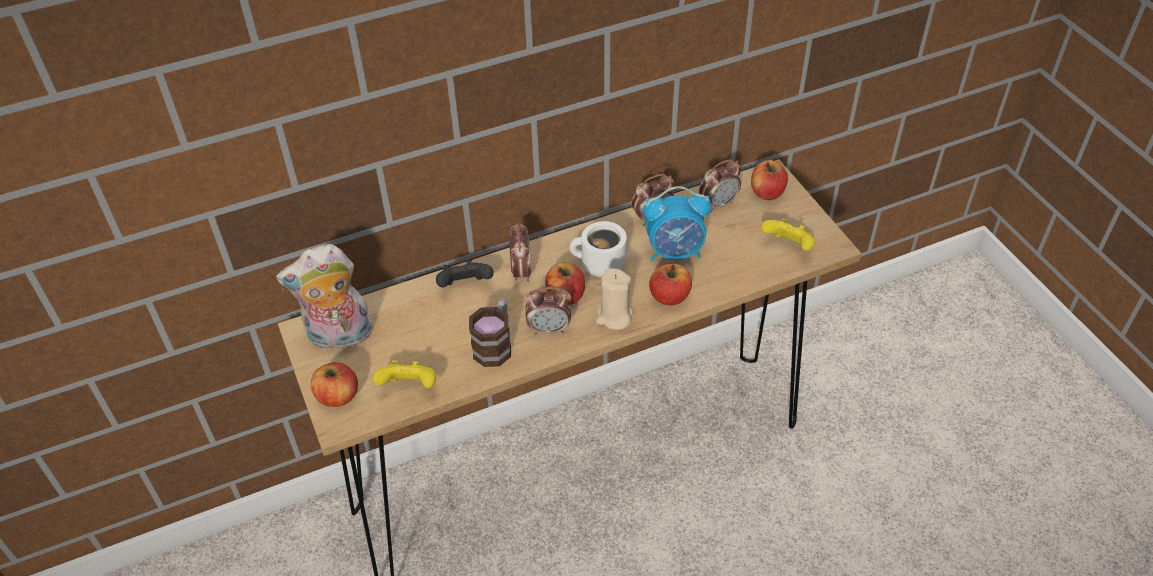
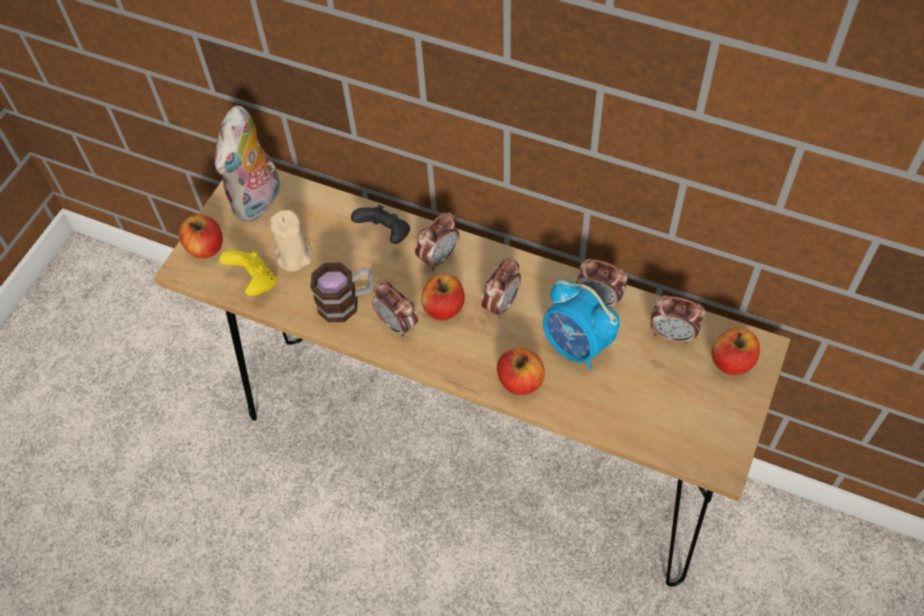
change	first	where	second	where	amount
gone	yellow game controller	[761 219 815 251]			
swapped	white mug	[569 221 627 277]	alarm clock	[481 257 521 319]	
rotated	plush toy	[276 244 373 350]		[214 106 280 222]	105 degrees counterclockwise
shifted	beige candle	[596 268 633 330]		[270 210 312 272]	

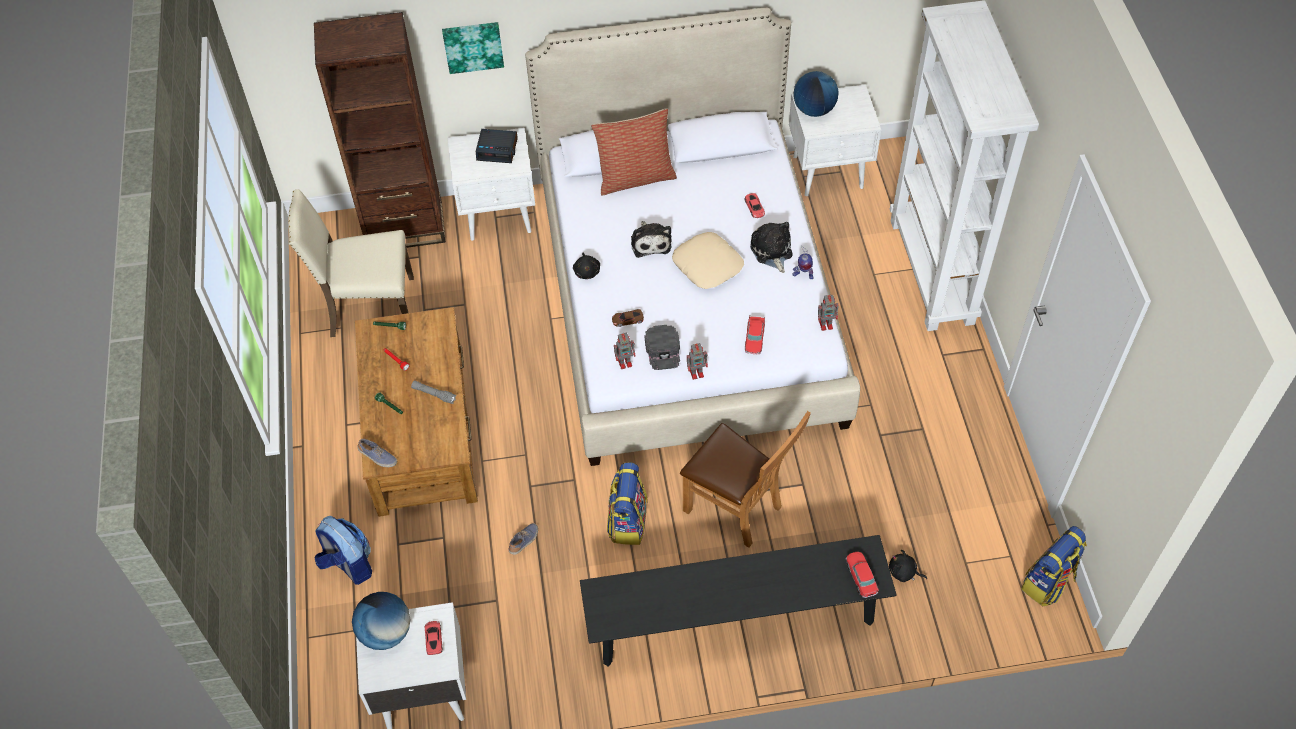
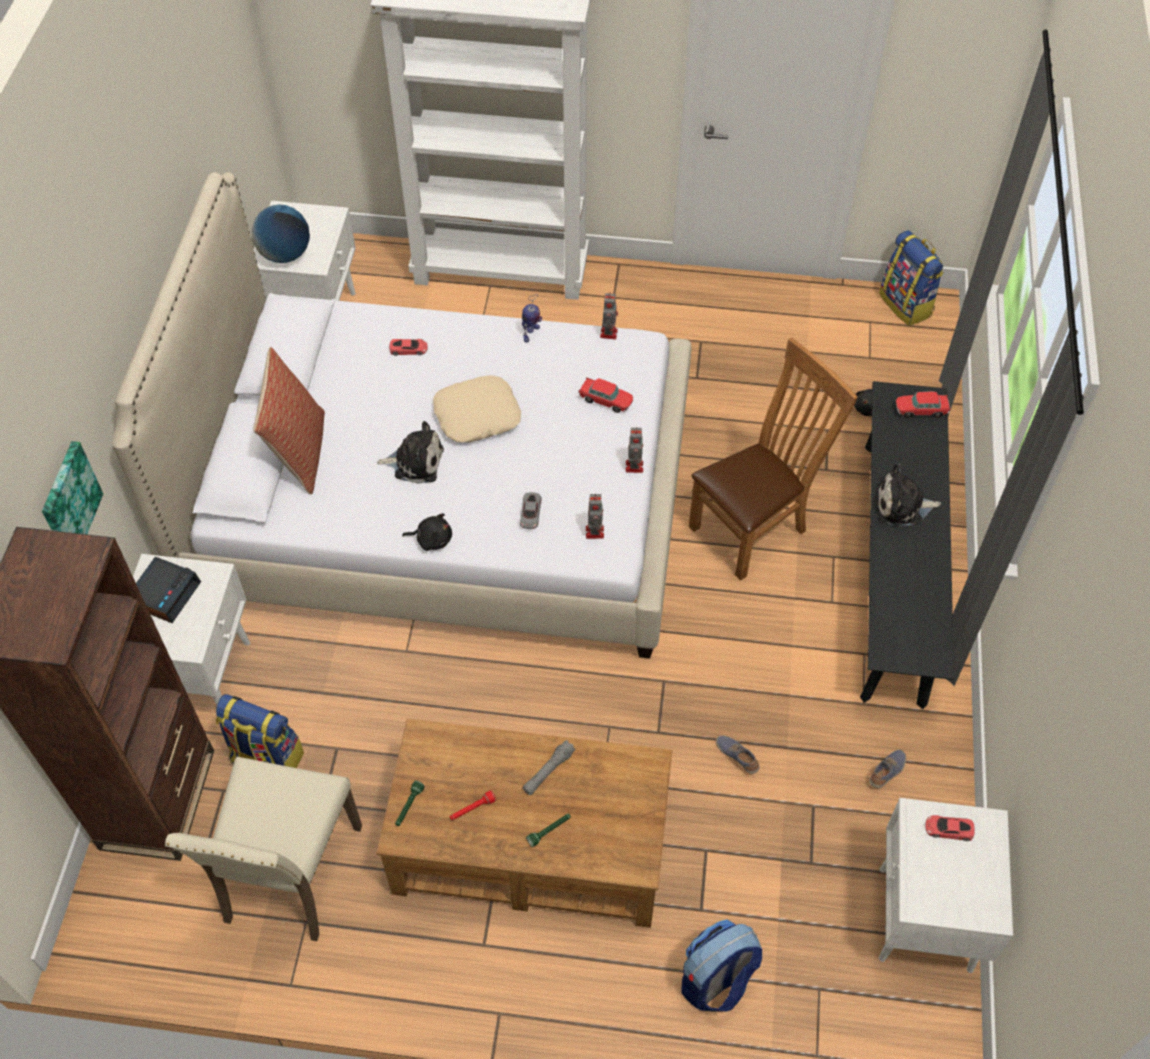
change	first	where	second	where	amount
shifted	plush toy	[750 222 792 273]		[877 463 941 526]	
repainted	brown toy car	[612 309 644 327]	grey toy car	[520 492 541 529]	
gone	black cap	[645 325 680 370]			
shifted	shoe	[357 439 397 467]		[869 750 906 788]	
shifted	backpack	[607 463 647 545]		[216 694 304 768]	
gone	globe	[352 592 410 650]			

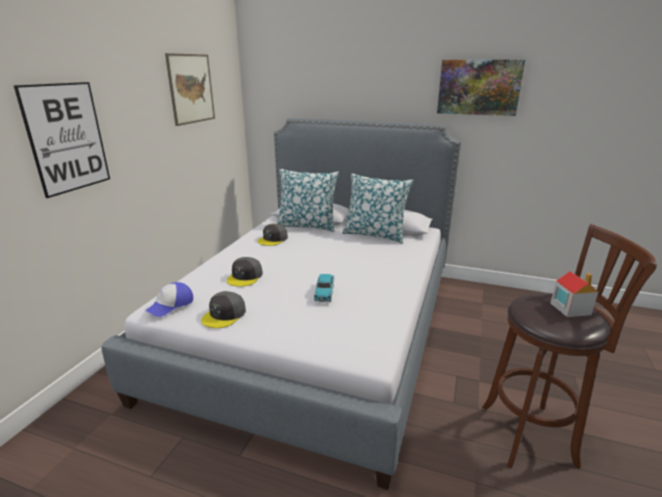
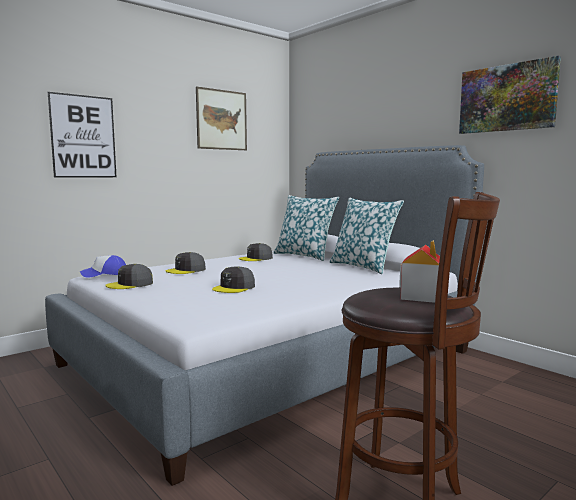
change	first	where	second	where	amount
swapped	turquoise toy car	[314 274 334 302]	grey cap	[212 266 255 293]	

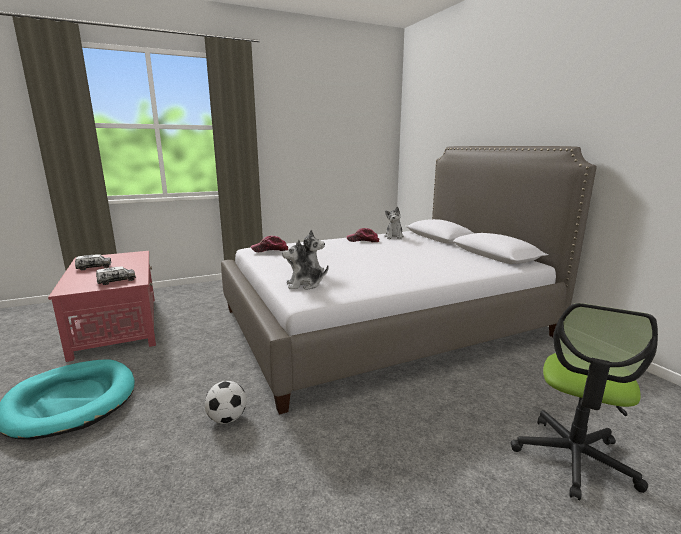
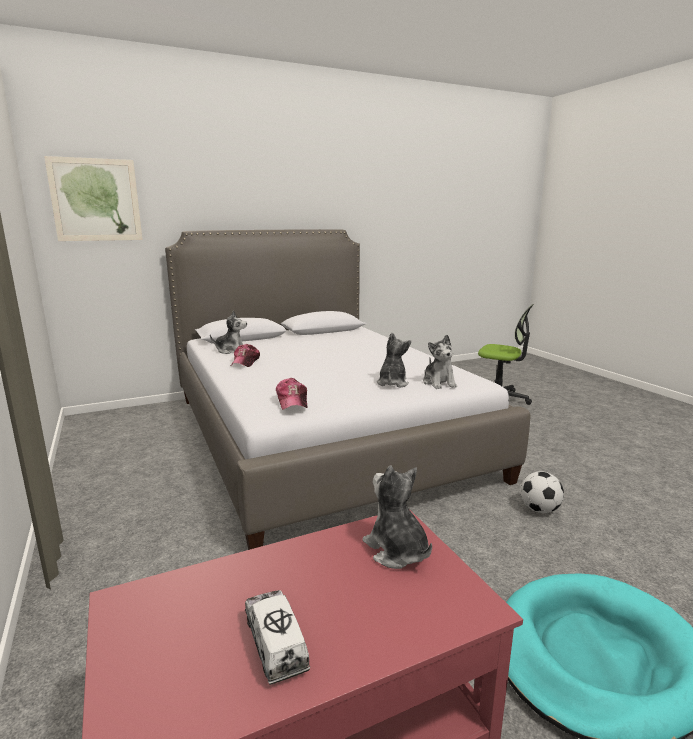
change	first	where	second	where	amount
swapped	toy truck	[96 266 136 285]	plush toy	[362 465 432 569]	
new			picture	[44 156 143 241]	

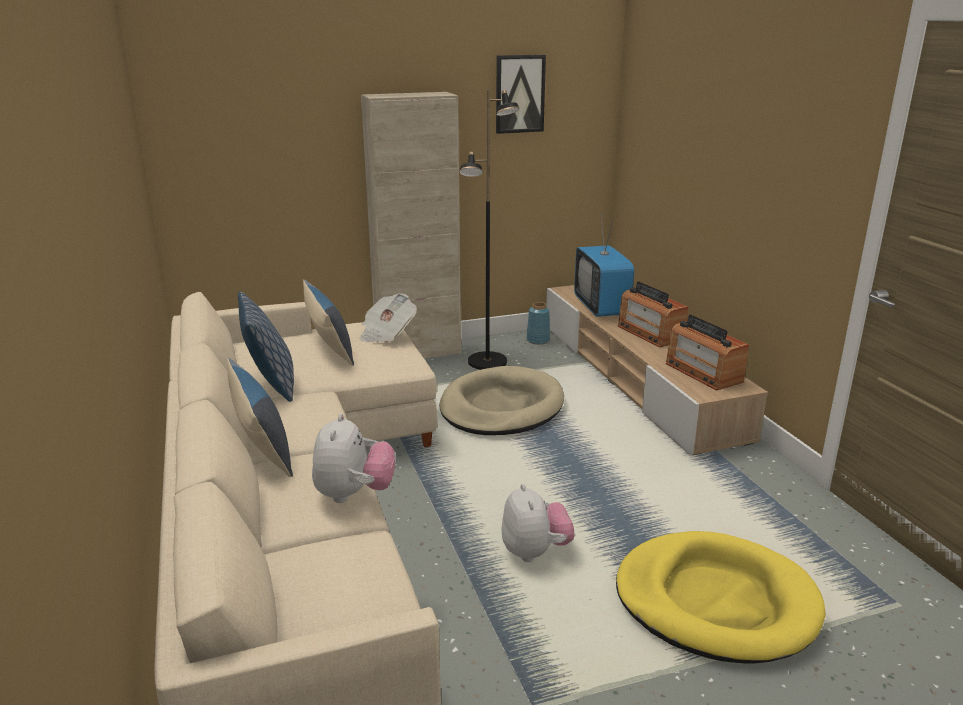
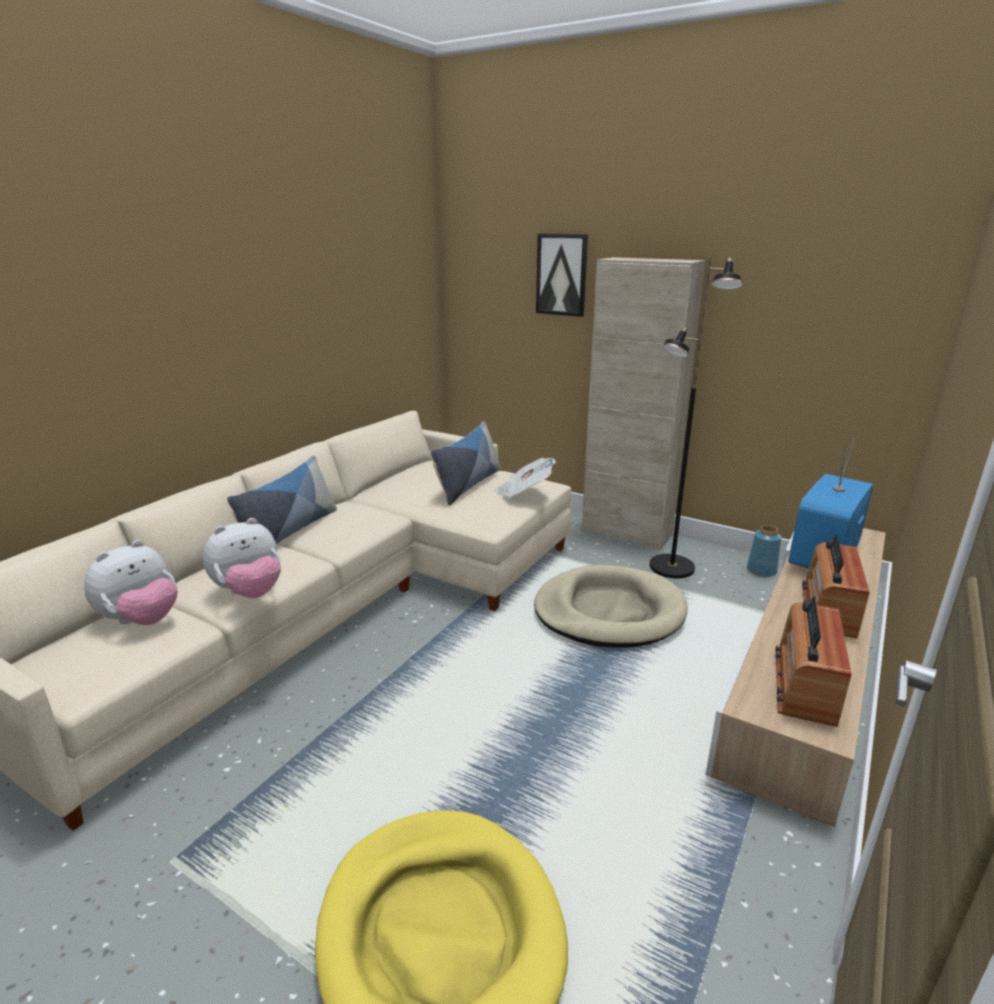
change	first	where	second	where	amount
shifted	picture	[496 55 546 134]		[536 234 588 317]	
gone	pillow	[238 292 294 402]			
shifted	plush toy	[502 484 575 562]		[84 540 178 625]	

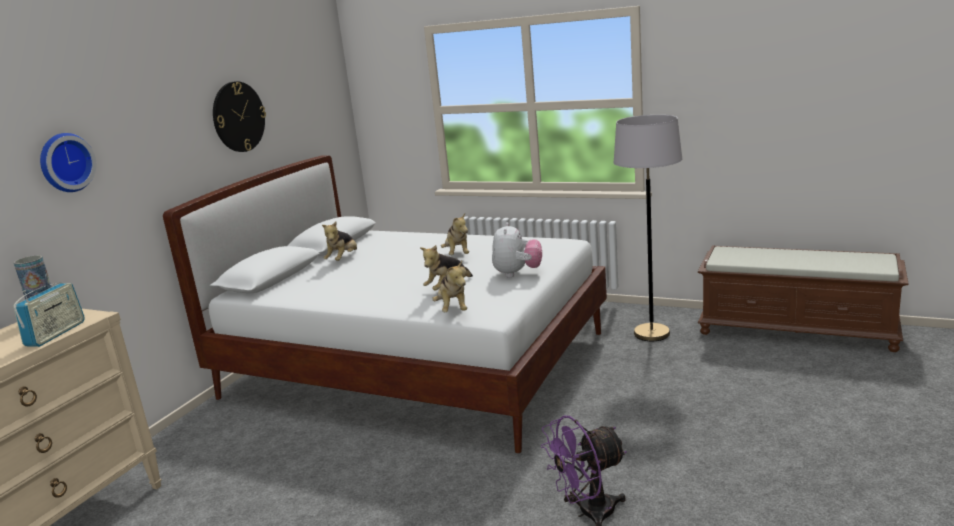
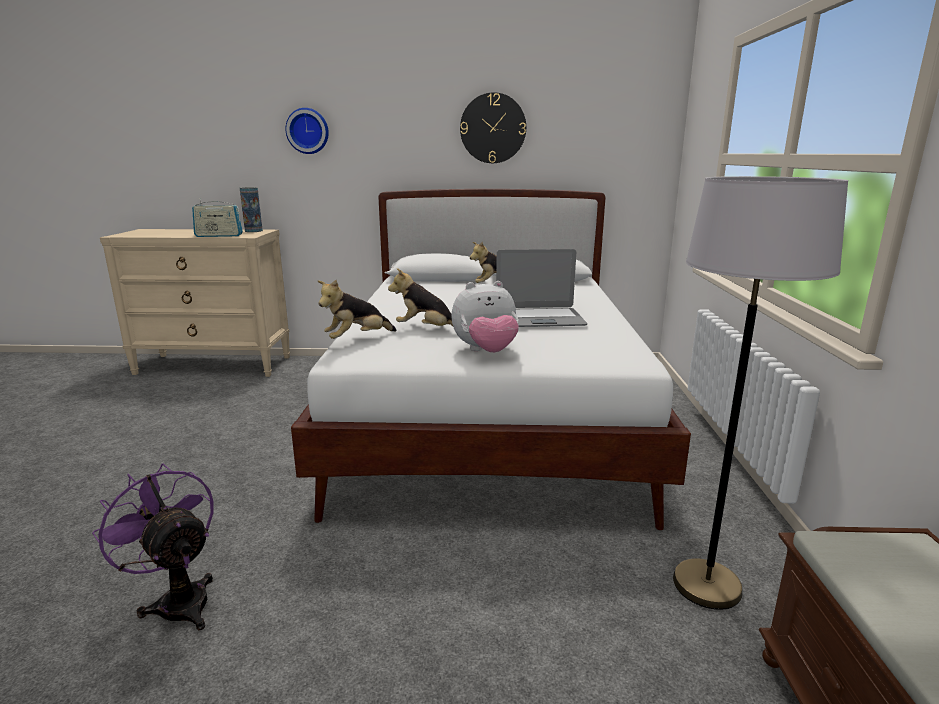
change	first	where	second	where	amount
swapped	plush toy	[441 213 469 255]	laptop	[496 249 587 327]	

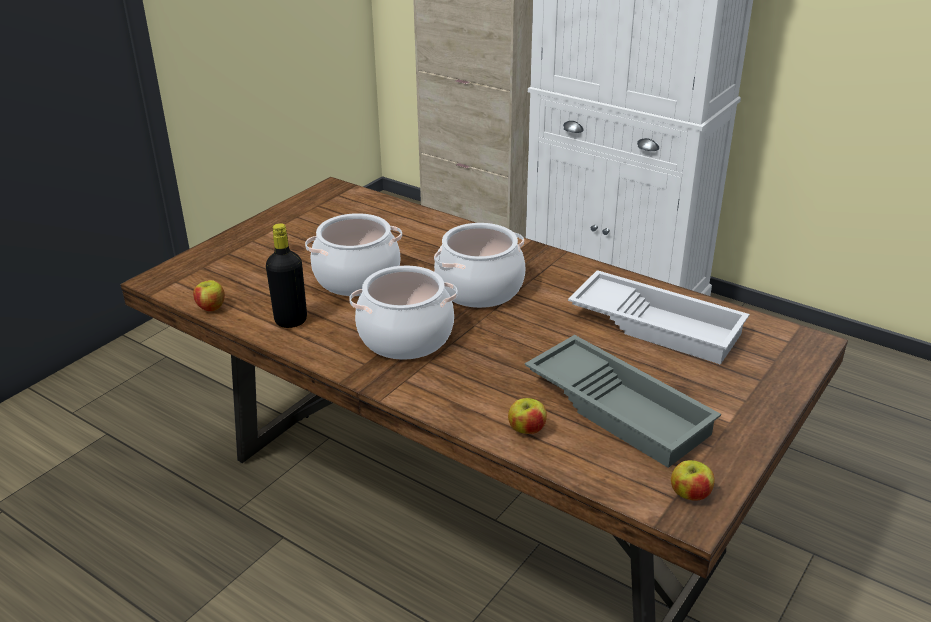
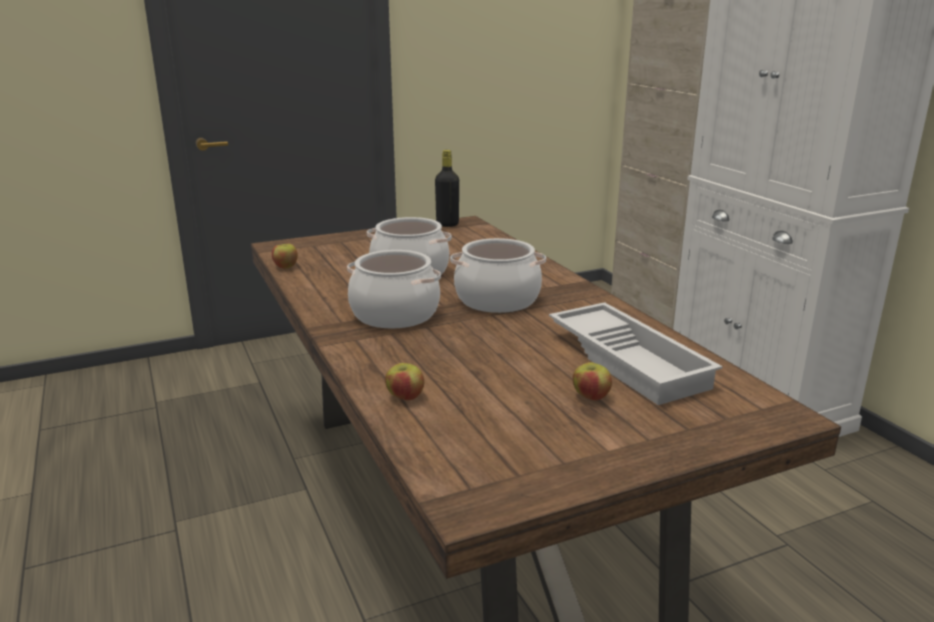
change	first	where	second	where	amount
shifted	black bottle	[266 223 307 328]		[435 150 459 227]	
gone	grey tray	[525 335 721 468]			
shifted	apple	[671 460 715 501]		[573 362 612 400]	

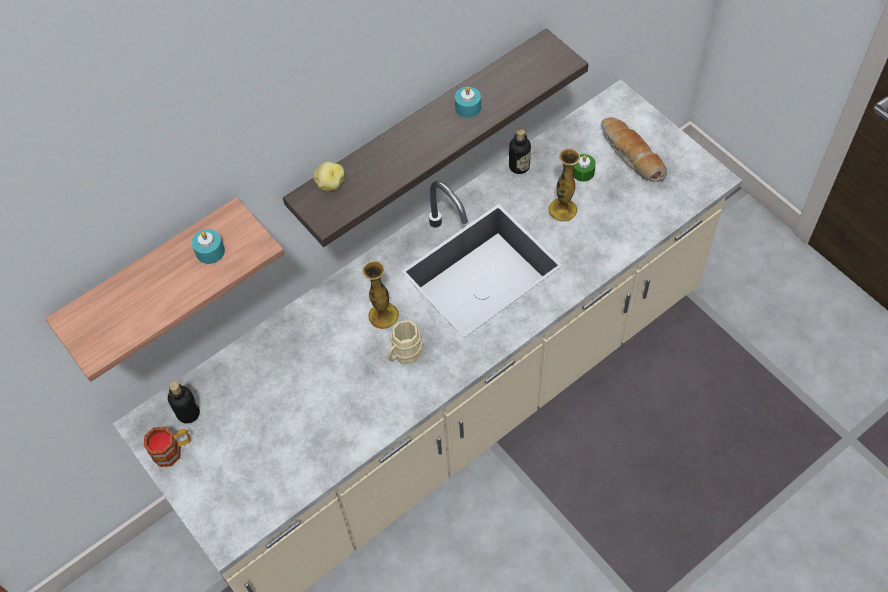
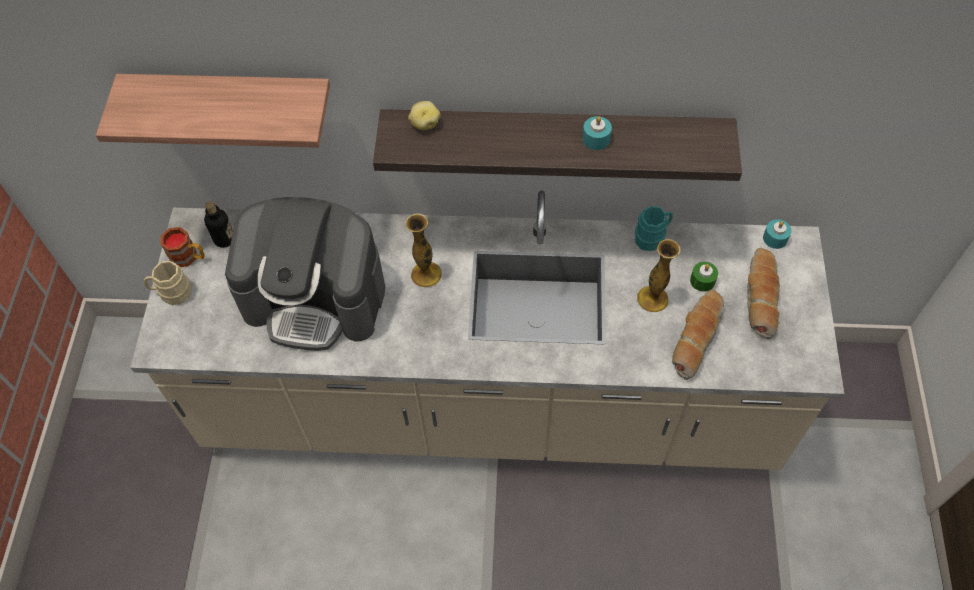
change	first	where	second	where	amount
swapped	bottle	[509 128 531 174]	turquoise mug	[635 206 673 251]	
shifted	turquoise candle	[192 229 225 264]		[763 219 792 249]	
shifted	beige mug	[388 320 423 365]		[144 261 192 305]	
new			coffee machine	[225 197 385 351]	
new			bread	[672 290 724 380]	

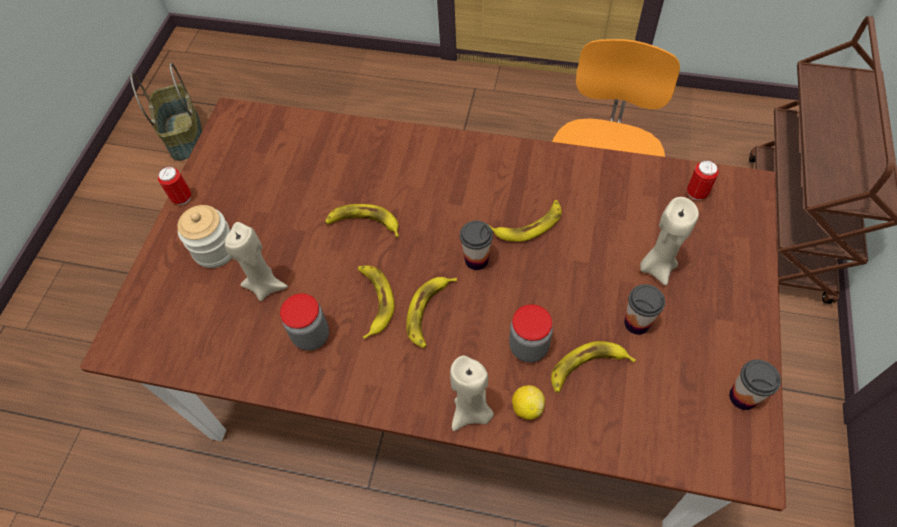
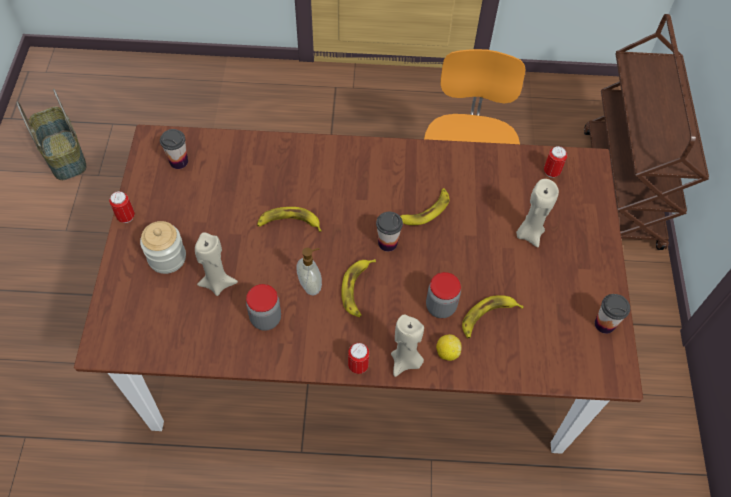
change	first	where	second	where	amount
swapped	banana	[358 266 395 339]	soap dispenser	[296 248 322 295]	
shifted	cup	[624 284 665 335]		[160 129 188 169]	
new			can	[348 343 369 374]	

